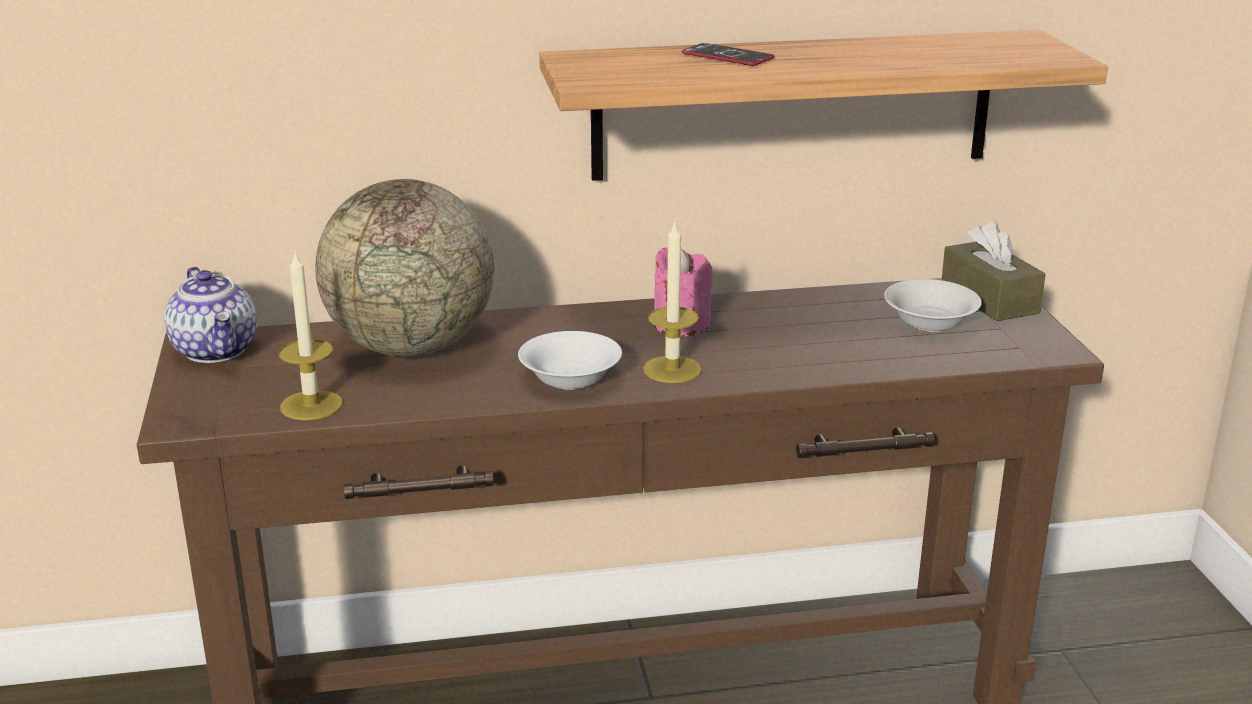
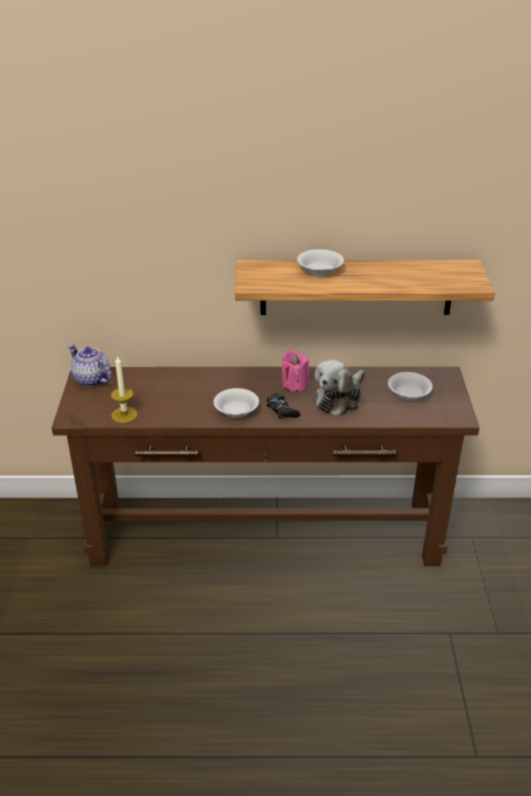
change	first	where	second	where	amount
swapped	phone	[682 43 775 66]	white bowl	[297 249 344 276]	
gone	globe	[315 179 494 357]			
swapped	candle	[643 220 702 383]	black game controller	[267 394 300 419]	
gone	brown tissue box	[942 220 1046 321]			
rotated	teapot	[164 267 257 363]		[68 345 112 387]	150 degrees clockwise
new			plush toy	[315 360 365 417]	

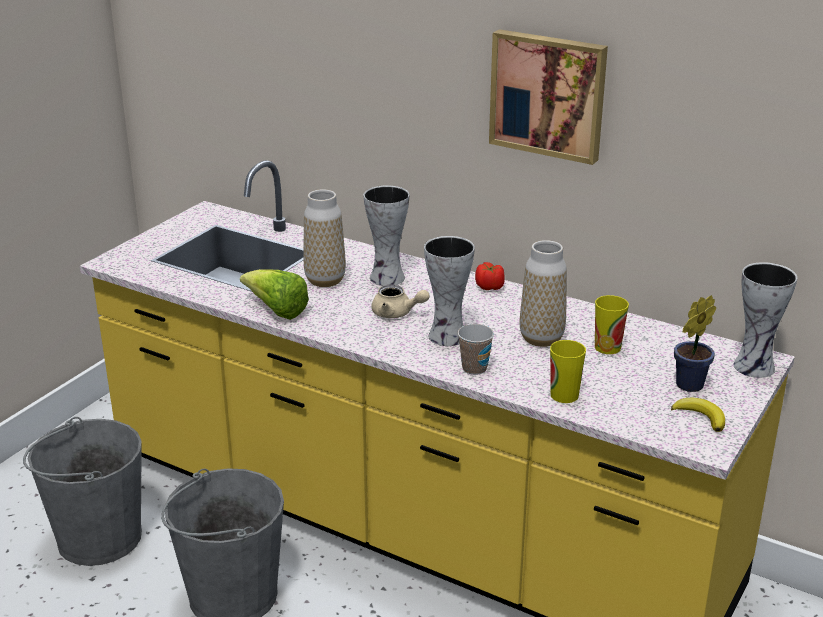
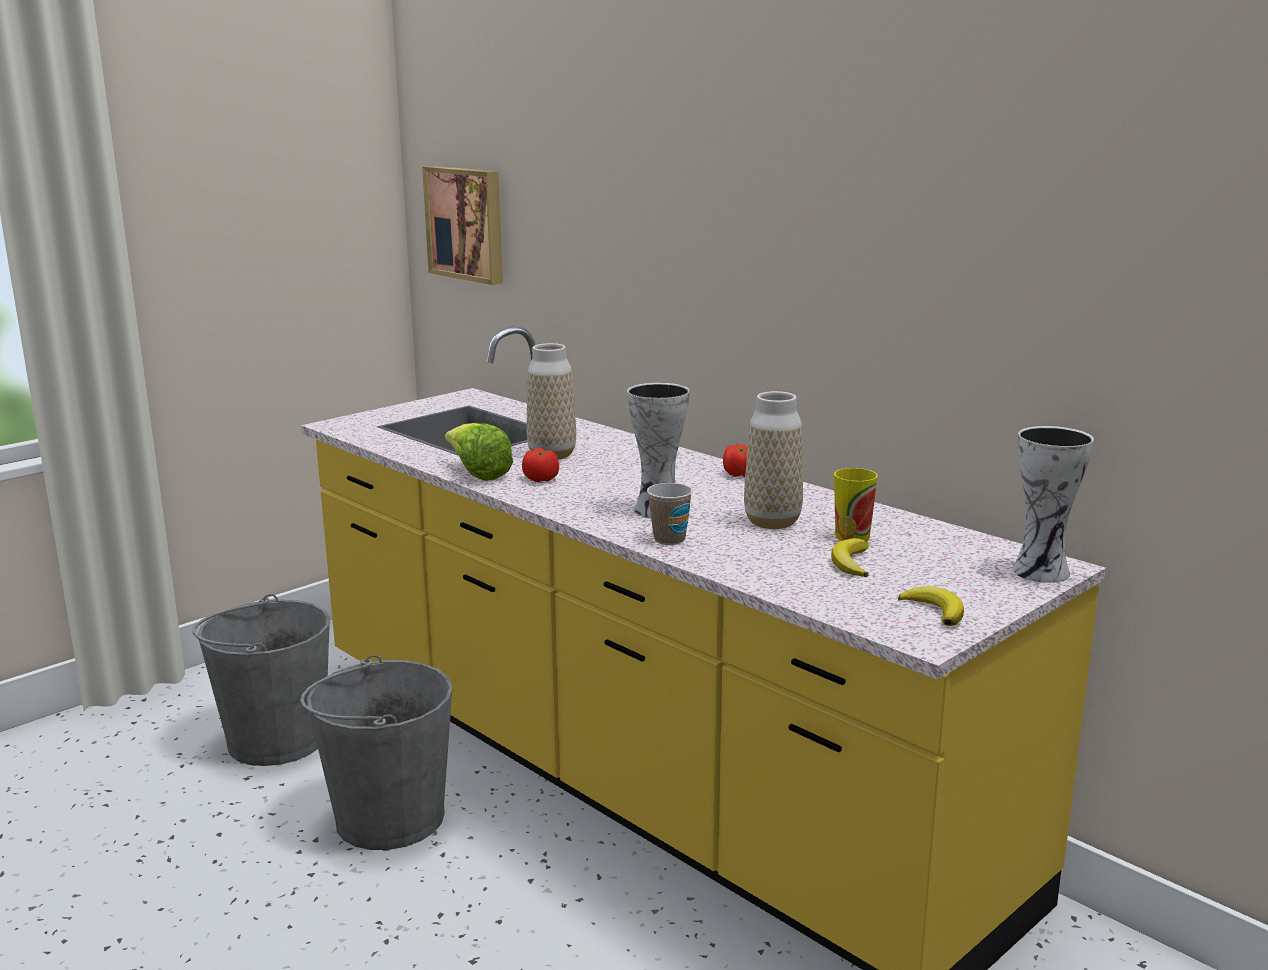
change	first	where	second	where	amount
shifted	picture	[489 29 608 165]		[422 166 503 285]	
gone	vase	[364 185 409 286]			
gone	beige teapot	[372 285 429 318]			
gone	potted plant	[674 295 716 392]			
gone	cup	[550 340 586 403]			
new			tomato	[522 448 559 482]	
new			banana	[831 538 869 577]	

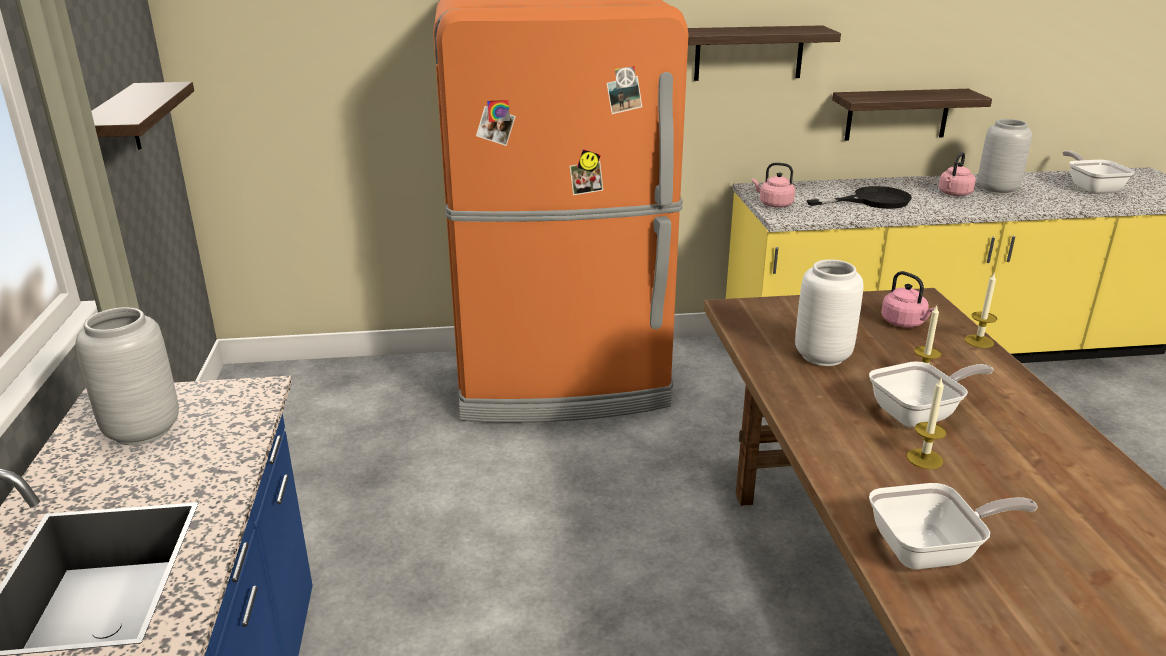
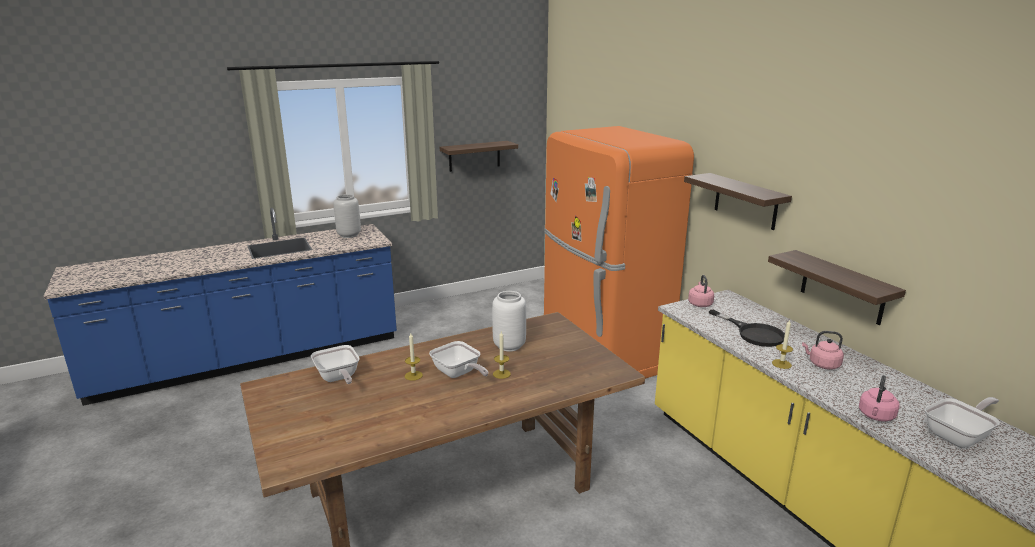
change	first	where	second	where	amount
gone	grey vase	[978 119 1032 195]			
shifted	pink kettle	[881 271 935 328]		[859 375 900 421]	
shifted	candle	[964 273 997 348]		[772 319 793 369]	

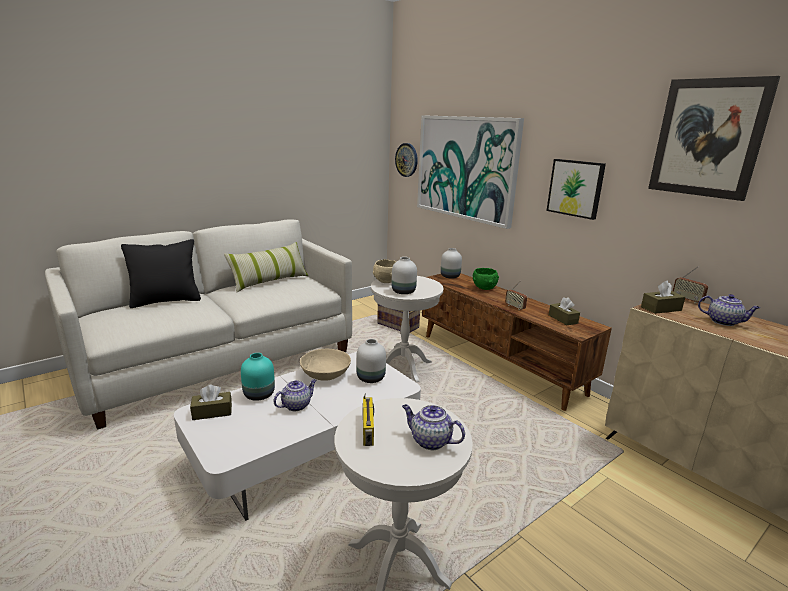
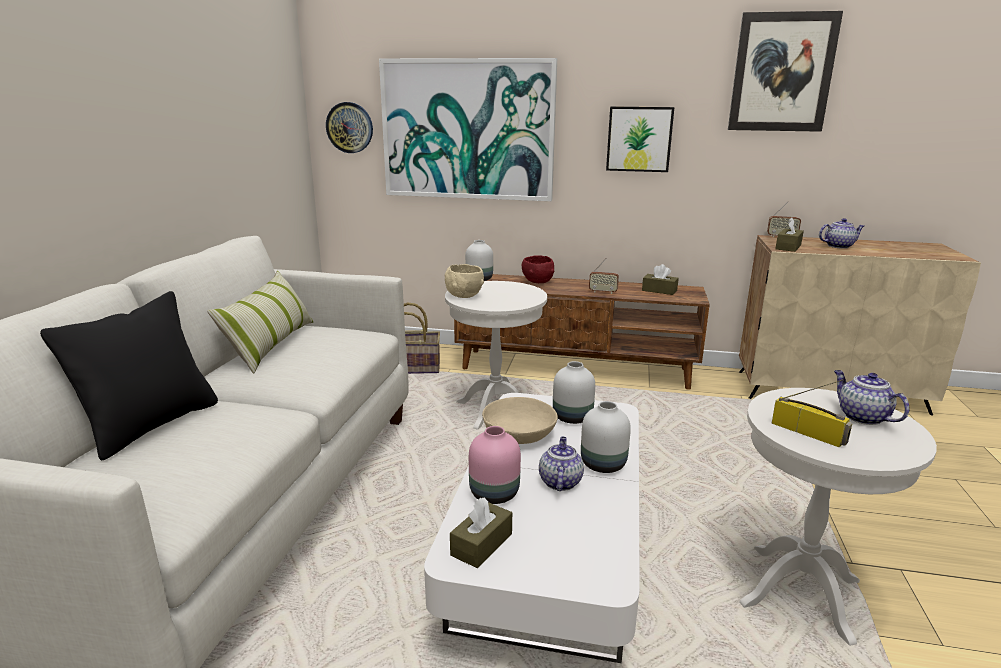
change	first	where	second	where	amount
shifted	white vase	[392 257 417 294]		[581 401 631 473]	
repainted	green bowl	[473 268 499 290]	red bowl	[522 255 554 283]	
repainted	turquoise vase	[241 353 275 401]	pink vase	[469 426 521 504]	
rotated	teapot	[402 404 465 450]		[834 370 910 425]	75 degrees clockwise

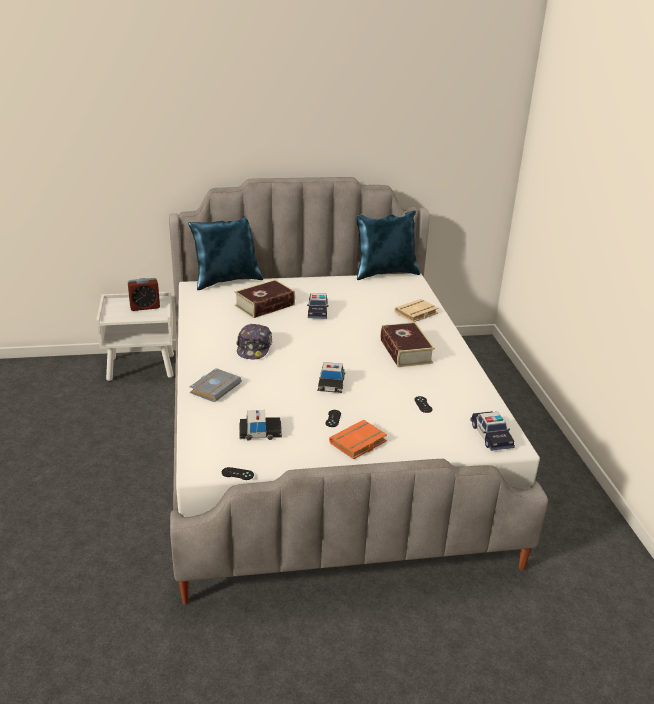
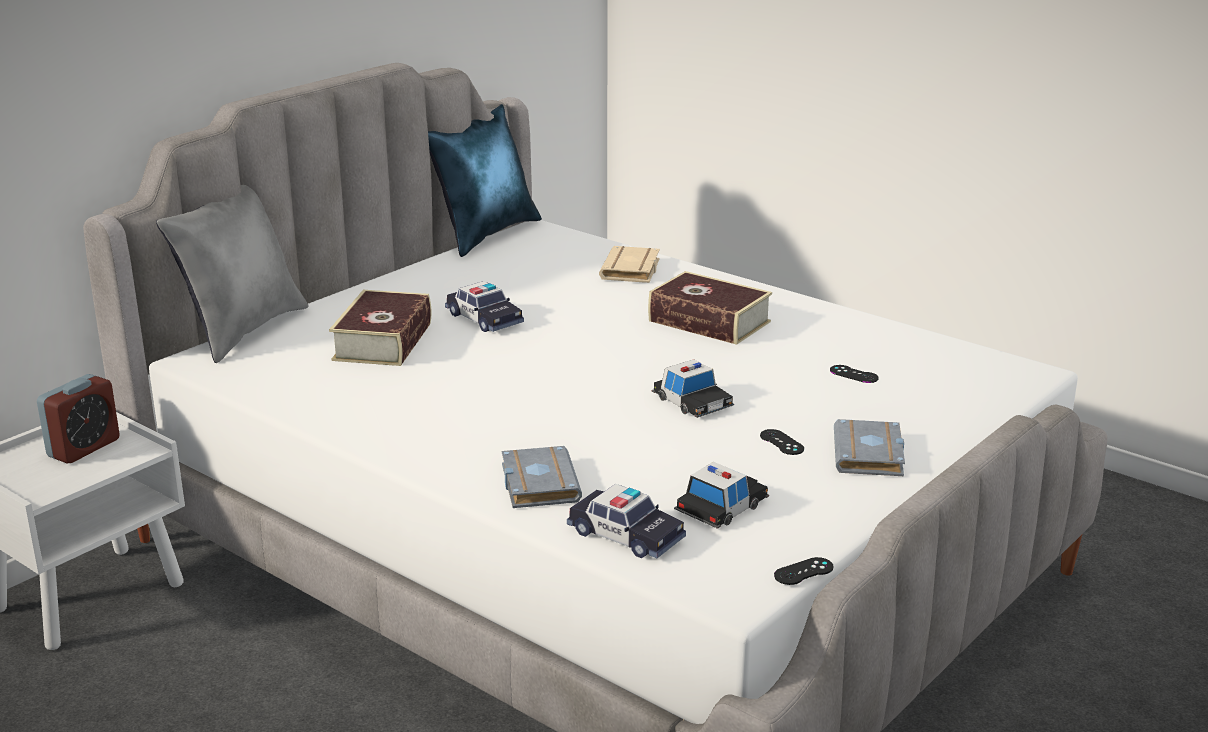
change	first	where	second	where	amount
repainted	blue pillow	[188 217 263 290]	grey pillow	[156 185 309 363]	
gone	cap	[236 324 272 359]			
shifted	toy car	[470 411 515 451]		[567 484 686 558]	
repainted	orange book	[329 420 387 460]	grey book	[834 419 905 476]	

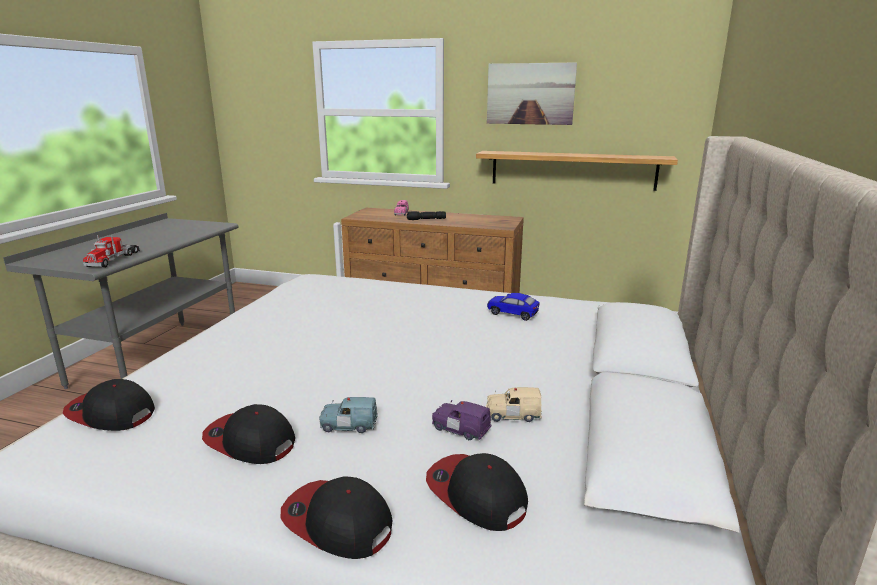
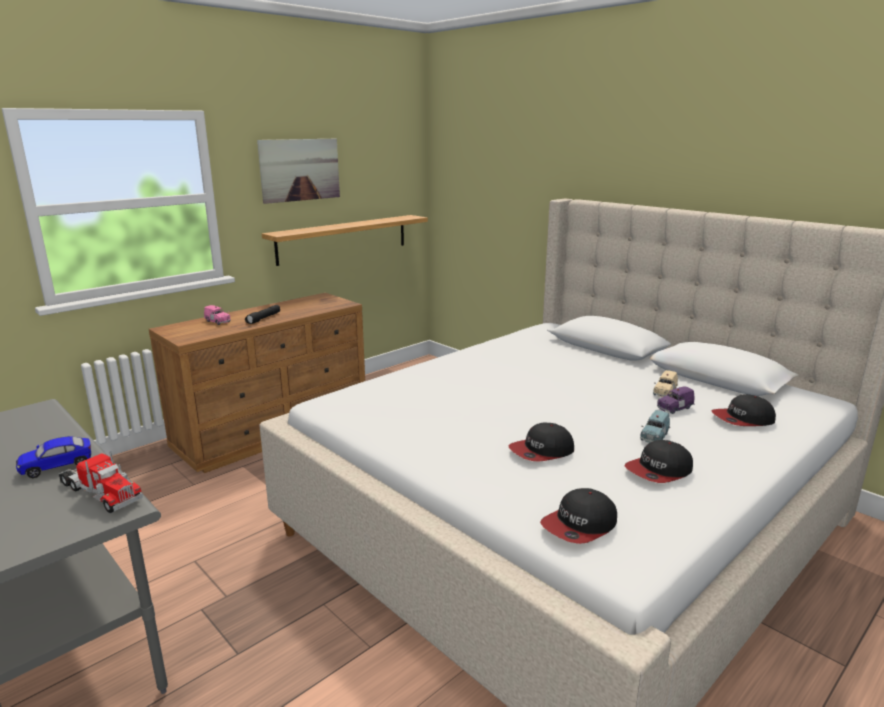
change	first	where	second	where	amount
shifted	toy car	[487 293 539 321]		[16 436 91 478]	
shifted	cap	[281 477 392 559]		[508 423 574 461]	

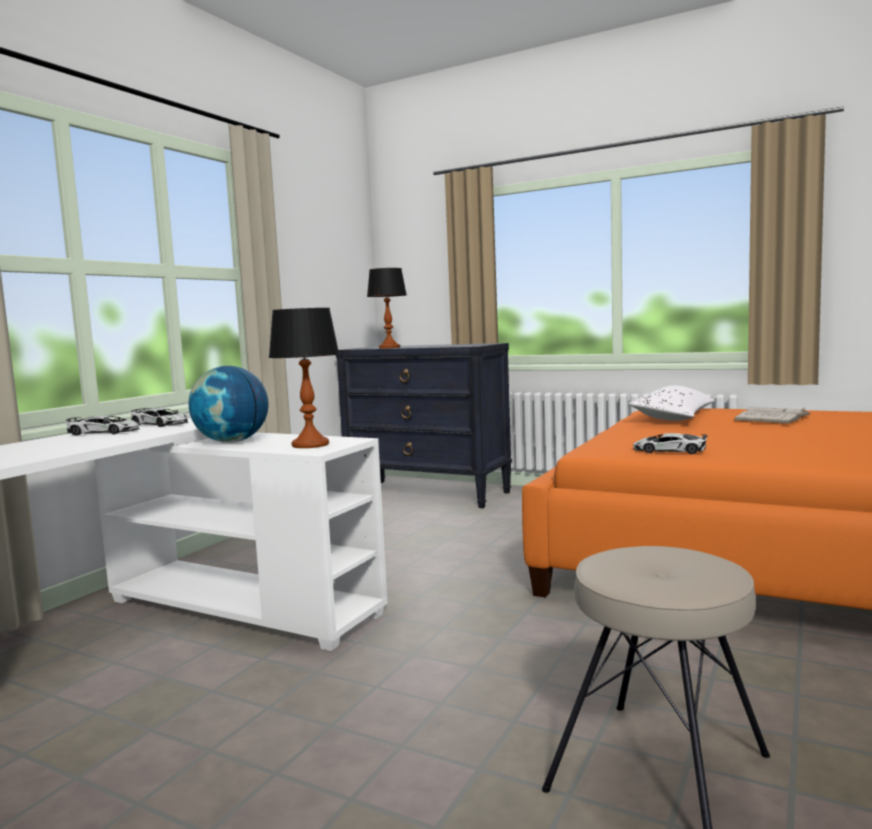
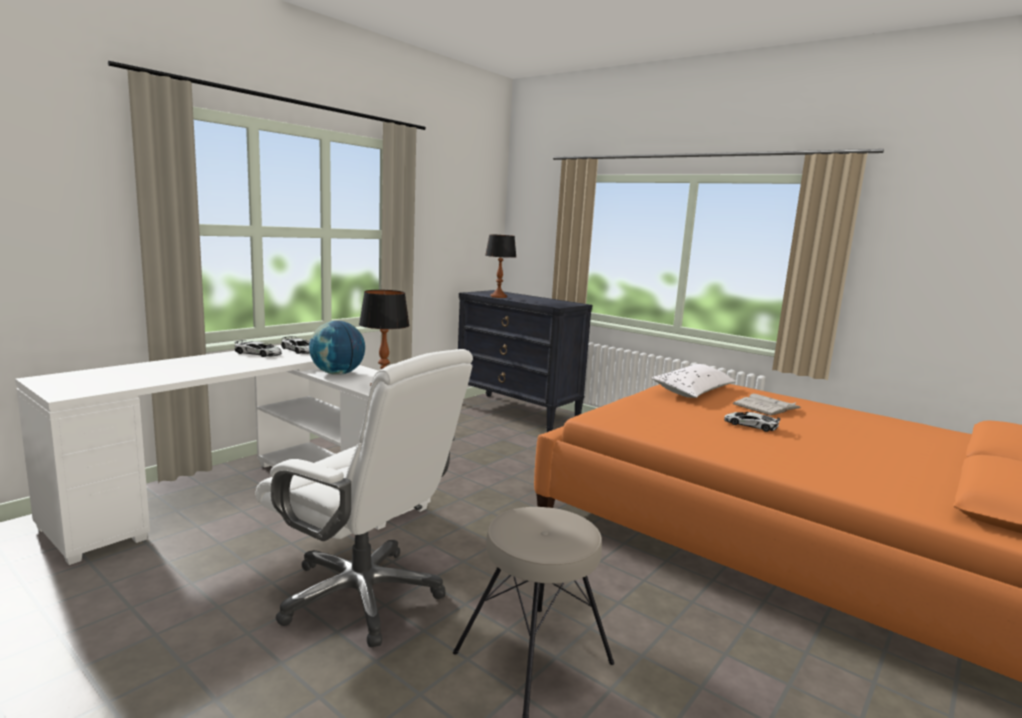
change	first	where	second	where	amount
shifted	toy car	[633 433 707 454]		[724 412 780 432]	
new			white office chair	[256 349 473 647]	

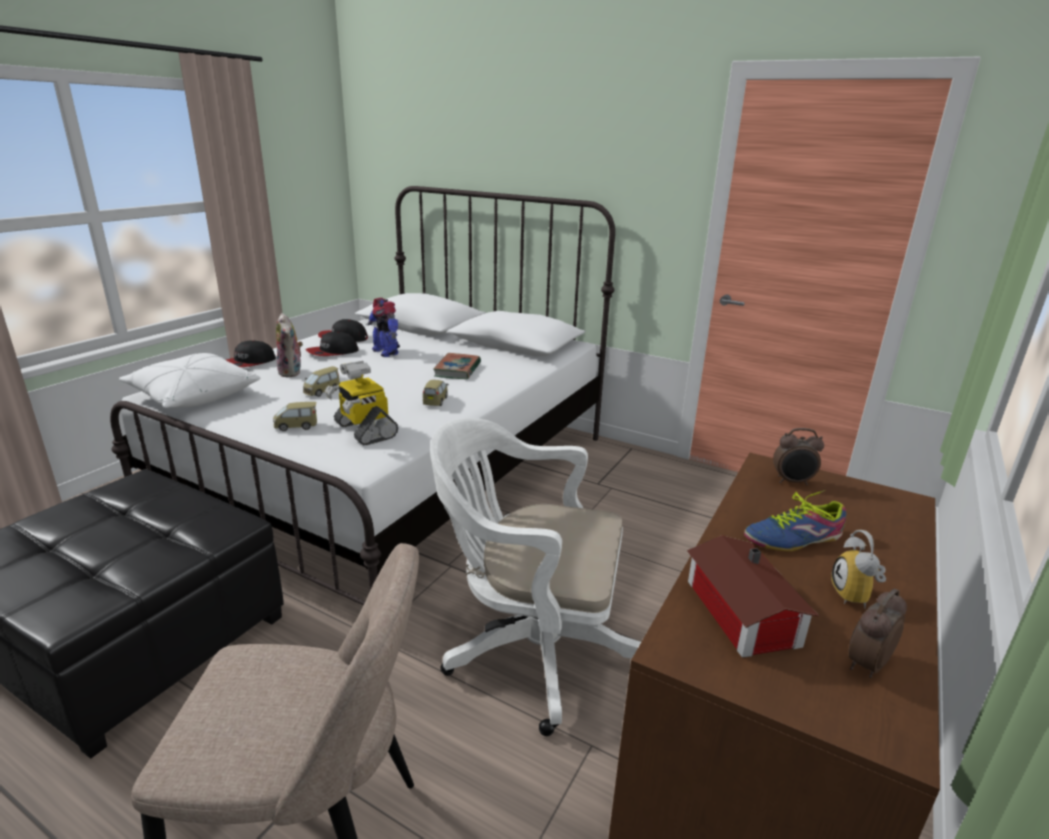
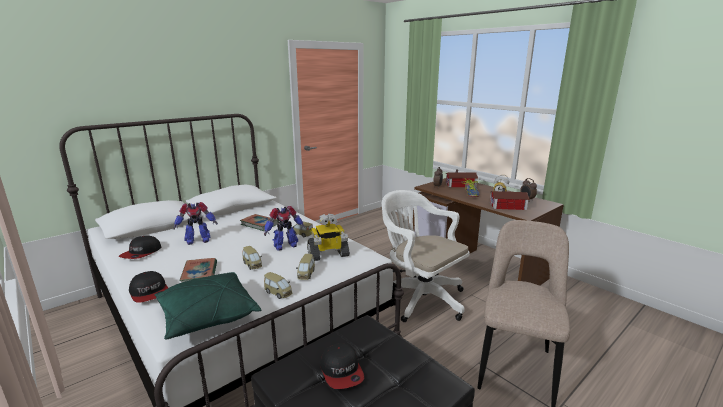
change	first	where	second	where	amount
swapped	plush toy	[276 313 303 377]	book	[179 258 217 283]	
shifted	cap	[306 332 358 356]		[320 343 364 389]	
repainted	white pillow	[119 353 260 408]	green pillow	[154 272 261 340]	
rotated	white office chair	[430 418 641 736]		[382 190 470 322]	105 degrees clockwise
new			toy house	[446 170 478 187]	
new			toy robot	[264 206 305 251]	
new			toy car	[264 272 292 299]	

